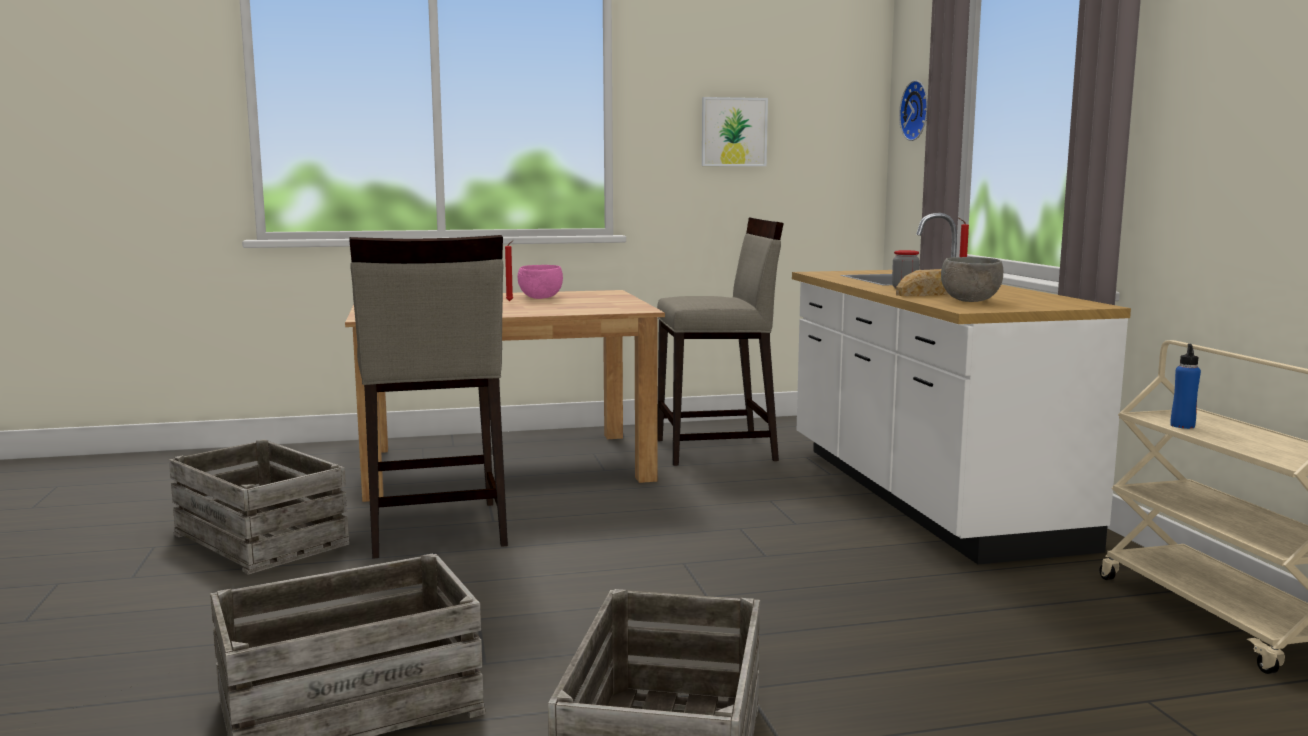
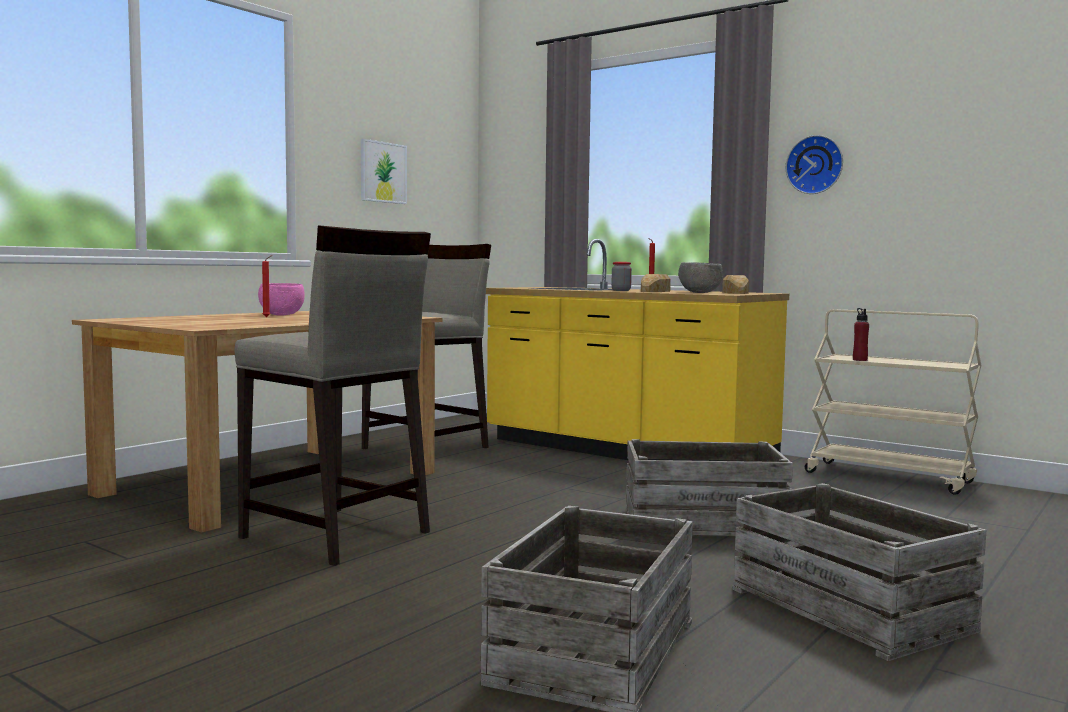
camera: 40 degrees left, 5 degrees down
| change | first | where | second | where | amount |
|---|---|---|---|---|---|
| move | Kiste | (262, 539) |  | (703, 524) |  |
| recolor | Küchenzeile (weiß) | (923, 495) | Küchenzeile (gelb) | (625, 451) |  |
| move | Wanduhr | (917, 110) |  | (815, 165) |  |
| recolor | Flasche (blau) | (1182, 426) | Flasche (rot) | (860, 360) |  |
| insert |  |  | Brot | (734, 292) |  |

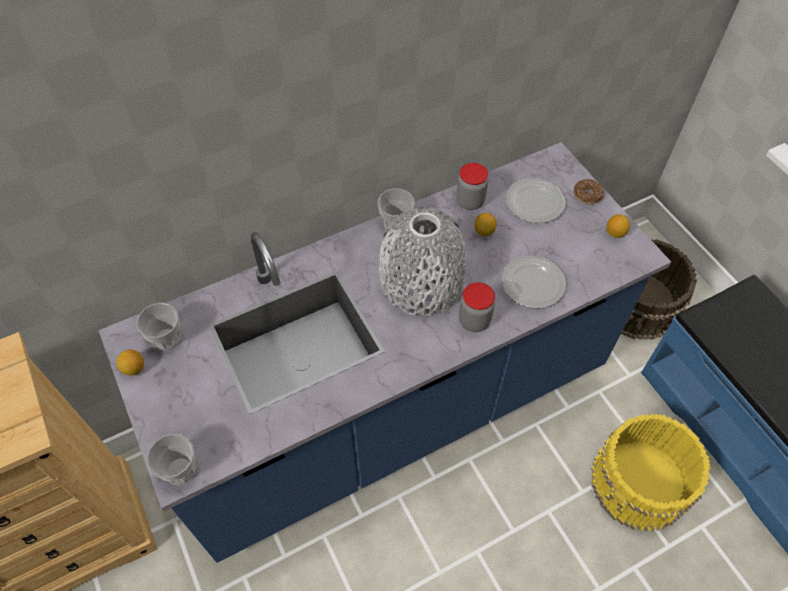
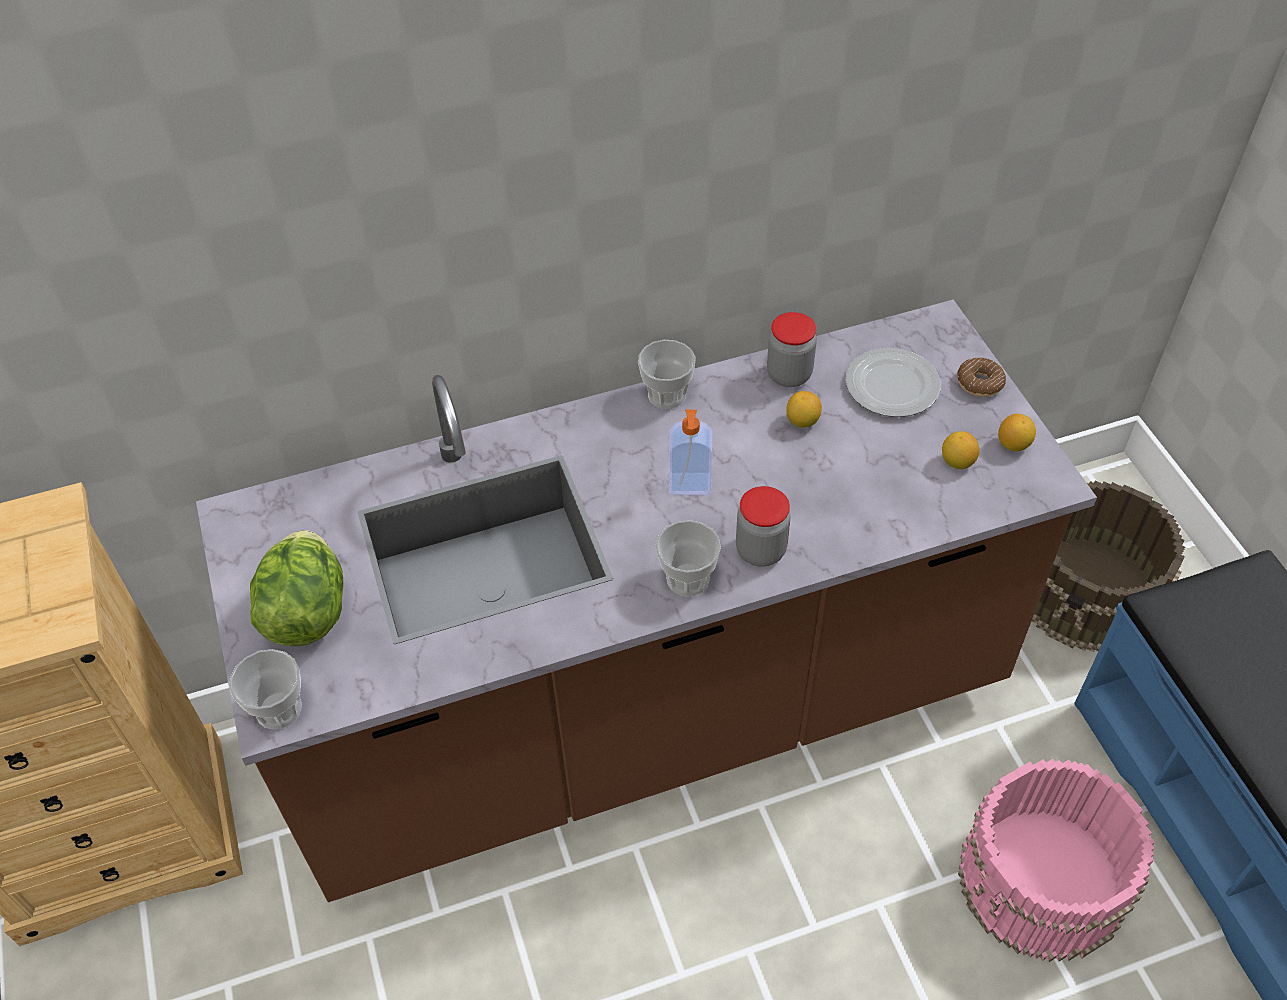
camera: 10 degrees right, 5 degrees down
| change | first | where | second | where | amount |
|---|---|---|---|---|---|
| recolor | Küchenzeile (blau) | (394, 410) | Küchenzeile (braun) | (649, 712) |  |
| move | Zitrone | (134, 368) |  | (957, 462) |  |
| move | Tasse | (167, 338) |  | (687, 579) |  |
| replace | Vase (grau) | (421, 282) | Seifenspender | (690, 485) |  |
| delete | Teller | (533, 283) |  |  |  |
| recolor | Eimer (gelb) | (640, 483) | Eimer (rosa) | (1043, 881) |  |
| insert |  |  | Salatkopf | (307, 613) |  |

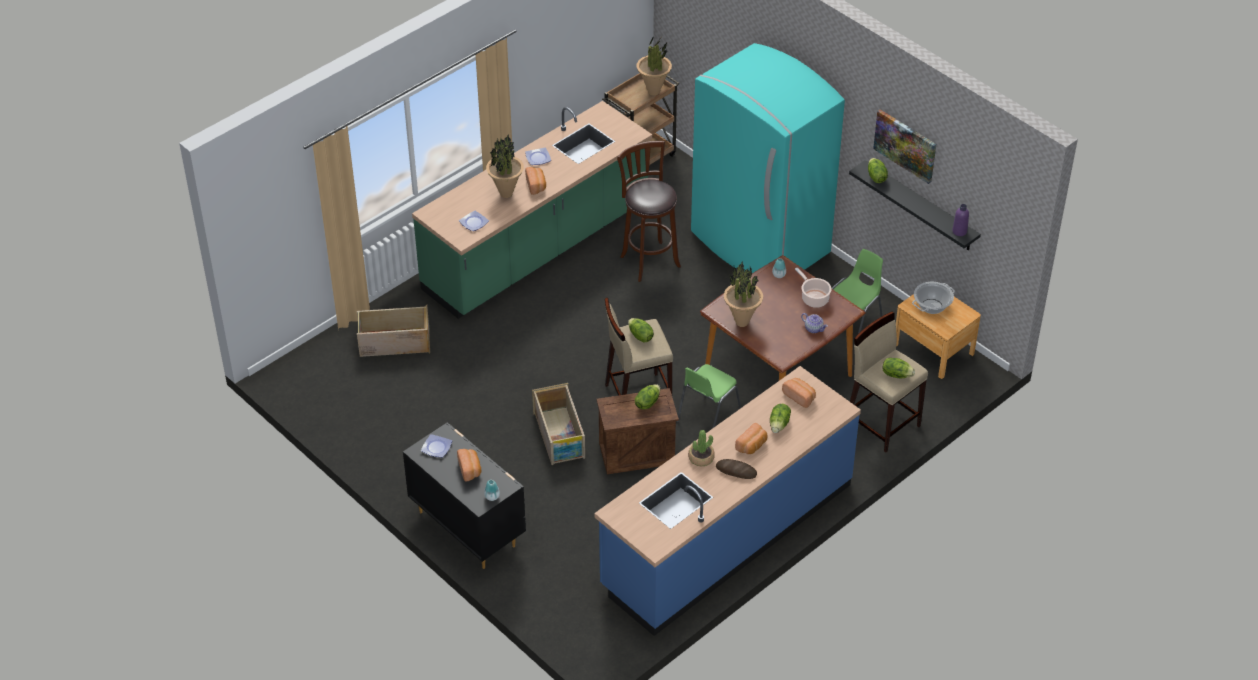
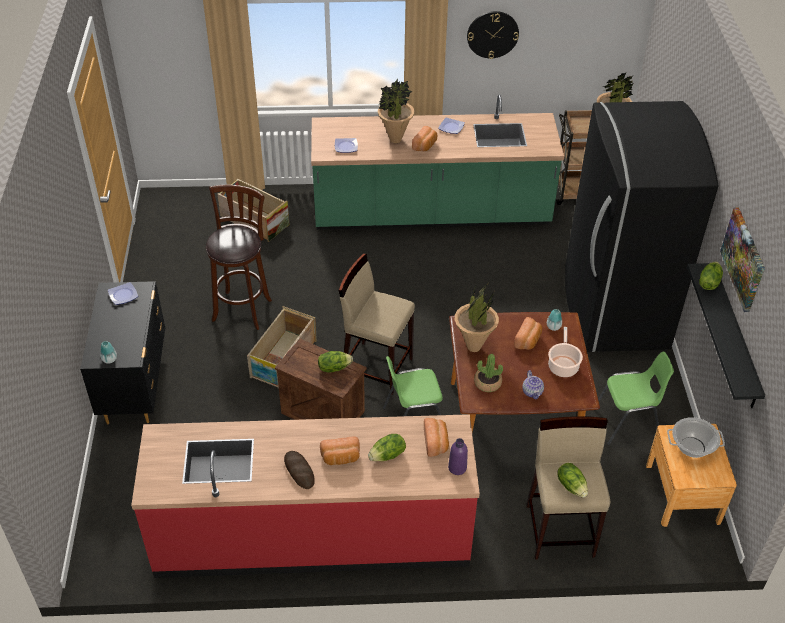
camera: 40 degrees right, 0 degrees up
| change | first | where | second | where | amount |
|---|---|---|---|---|---|
| move | Brot | (470, 469) |  | (528, 340) |  |
| recolor | Küchenzeile (blau) | (726, 535) | Küchenzeile (rot) | (313, 533) |  |
| move | Hocker (braun) | (648, 259) |  | (243, 308) |  |
| delete | Salatkopf | (640, 336) |  |  |  |
| move | Topfpflanze | (701, 458) |  | (487, 383) |  |
| recolor | Kühlschrank (türkis) | (759, 244) | Kühlschrank (schwarz) | (613, 308) |  |
| move | Flasche (lila) | (959, 231) |  | (457, 468) |  |
| insert |  |  | Wanduhr | (492, 34) |  |

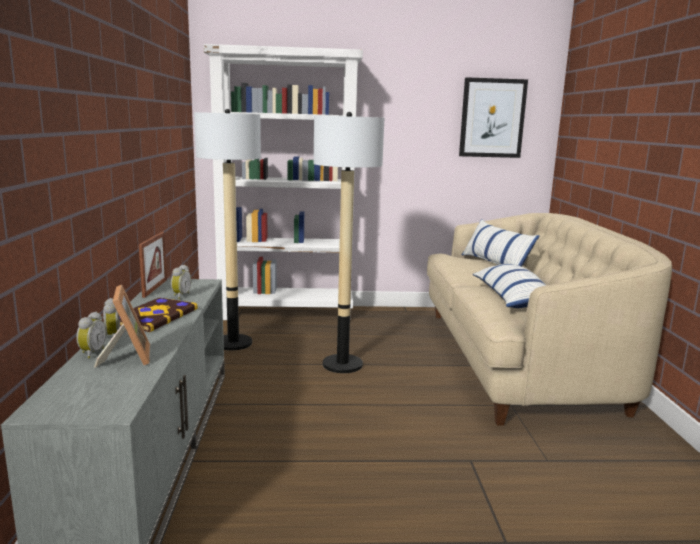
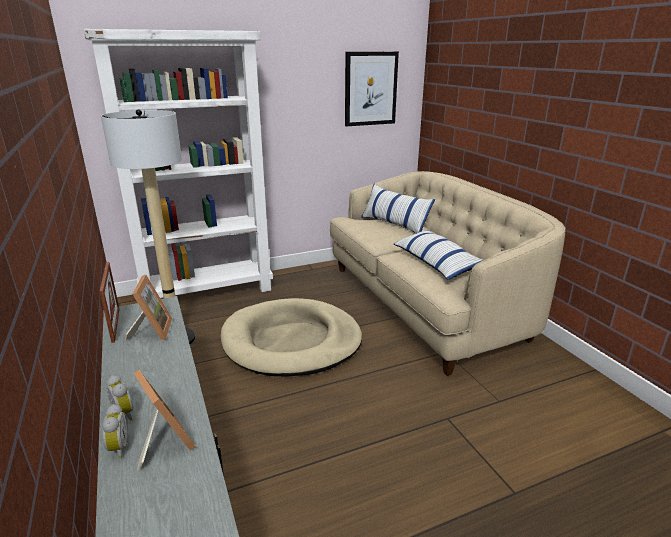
camera: 20 degrees left, 10 degrees up
| change | first | where | second | where | amount |
|---|---|---|---|---|---|
| delete | Buch | (154, 316) |  |  |  |
| replace | Wecker | (180, 296) | Bilderrahmen | (152, 330) |  |
| replace | Stehlampe | (342, 364) | Hundebett (beige) | (292, 341) |  |

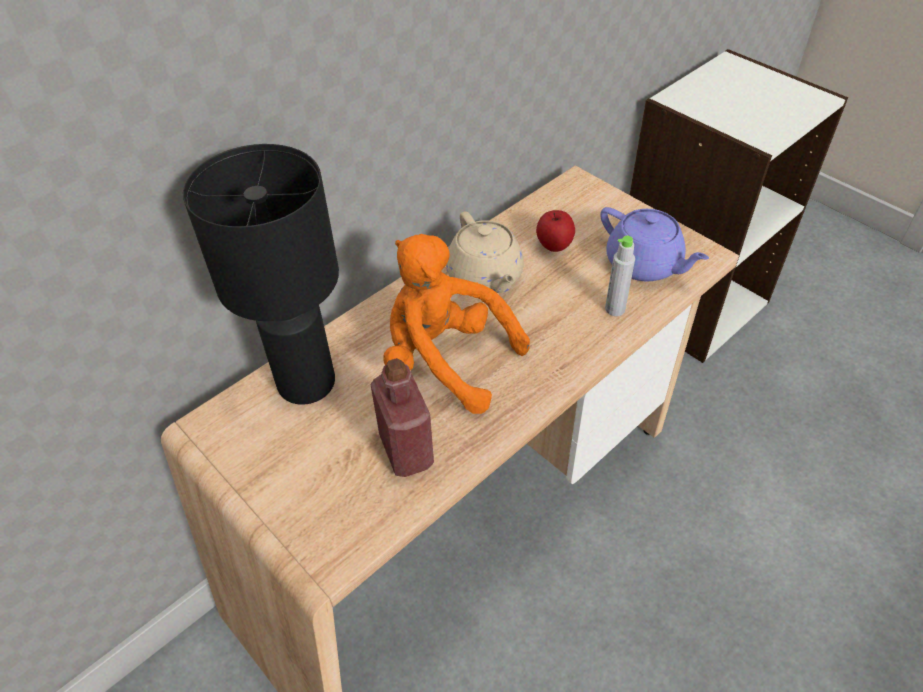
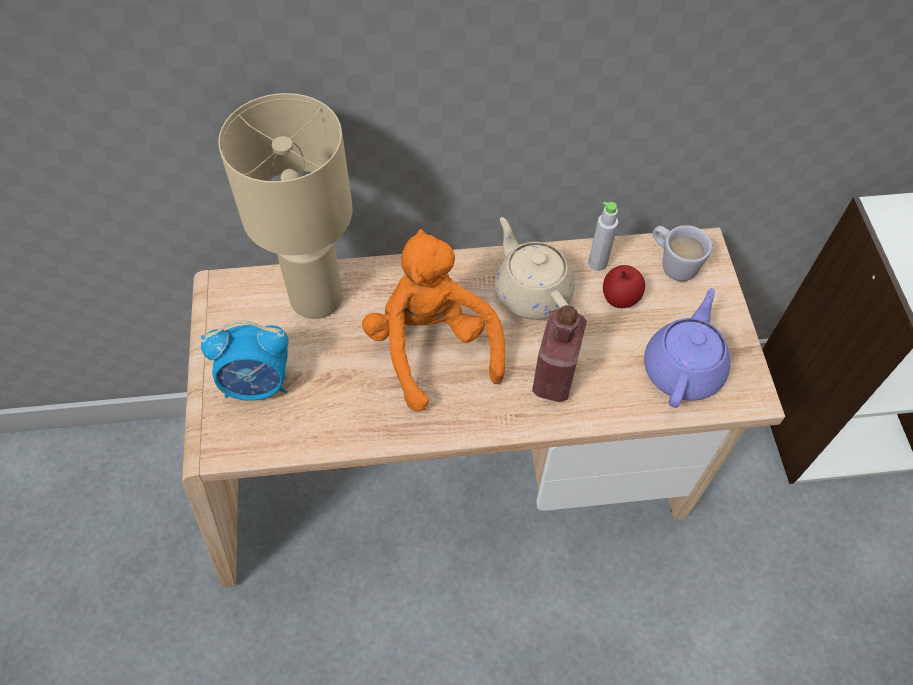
camera: 35 degrees right, 10 degrees up
| change | first | where | second | where | amount |
|---|---|---|---|---|---|
| recolor | Tischlampe (schwarz) | (305, 382) | Tischlampe (beige) | (316, 296) |  |
| move | Flasche (rot) | (406, 450) |  | (554, 377) |  |
| rotate | Teekanne (beige) | (485, 277) |  | (531, 292) | 135 degrees clockwise |
| rotate | Teekanne (lila) | (645, 264) |  | (683, 368) | 150 degrees counterclockwise |
| move | Flasche (grau) | (615, 309) |  | (597, 263) |  |
| insert |  |  | Wecker | (258, 384) |  |
| insert |  |  | Henkelbecher (weiß) | (672, 264) |  |

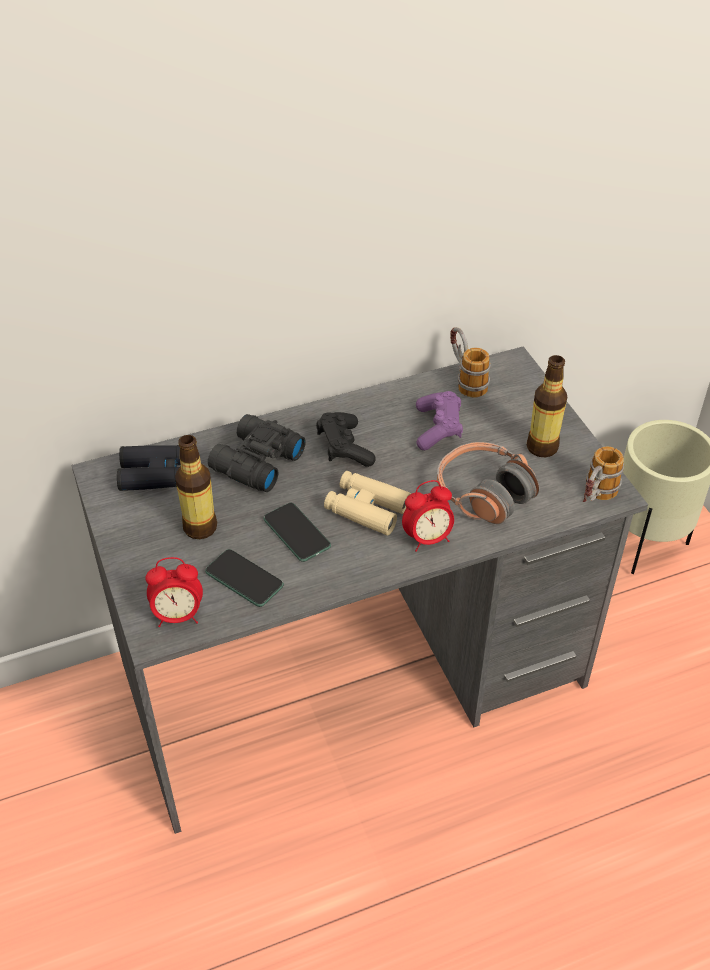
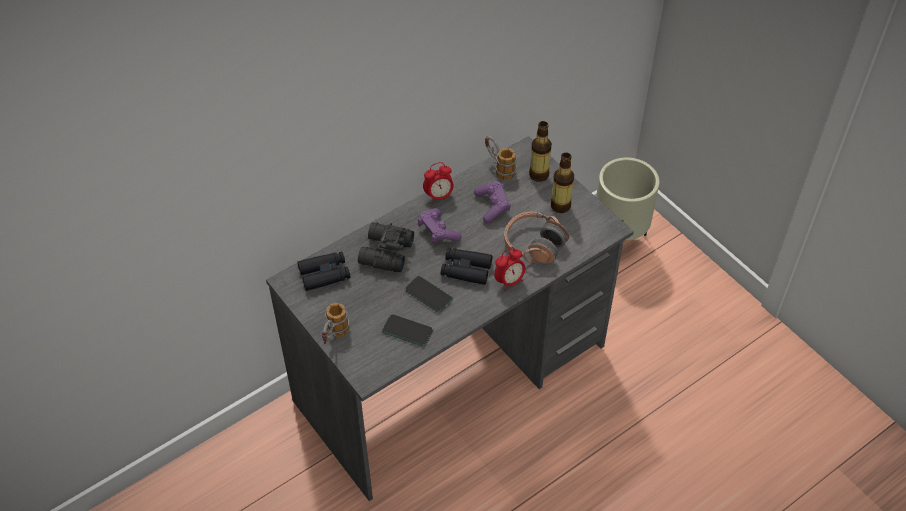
camera: 15 degrees left, 5 degrees up
| change | first | where | second | where | amount |
|---|---|---|---|---|---|
| move | Wecker | (178, 615) |  | (439, 196) |  |
| move | Flasche | (200, 527) |  | (538, 175) |  |
| recolor | Gamepad (schwarz) | (344, 448) | Gamepad (lila) | (438, 232) |  |
| recolor | Fernglas (beige) | (367, 509) | Fernglas (schwarz) | (466, 270) |  |
| move | Henkelbecher | (595, 498) |  | (334, 337) |  |

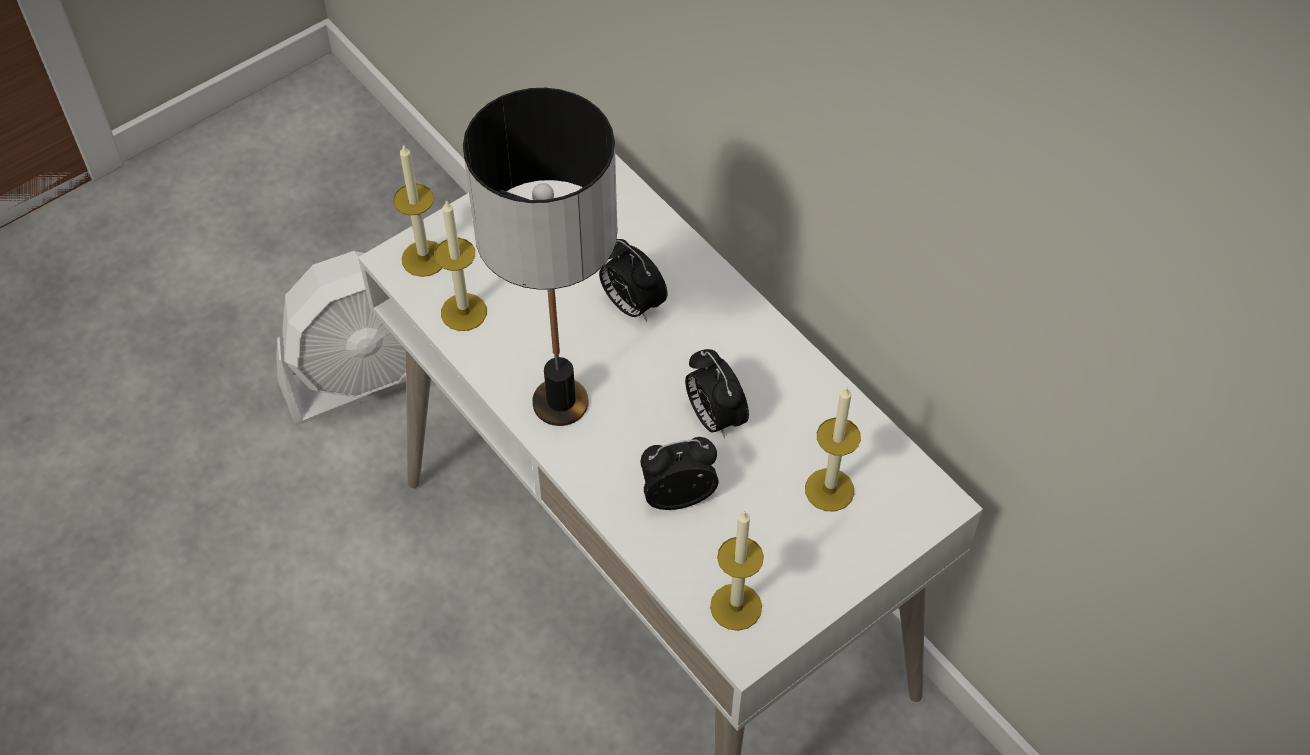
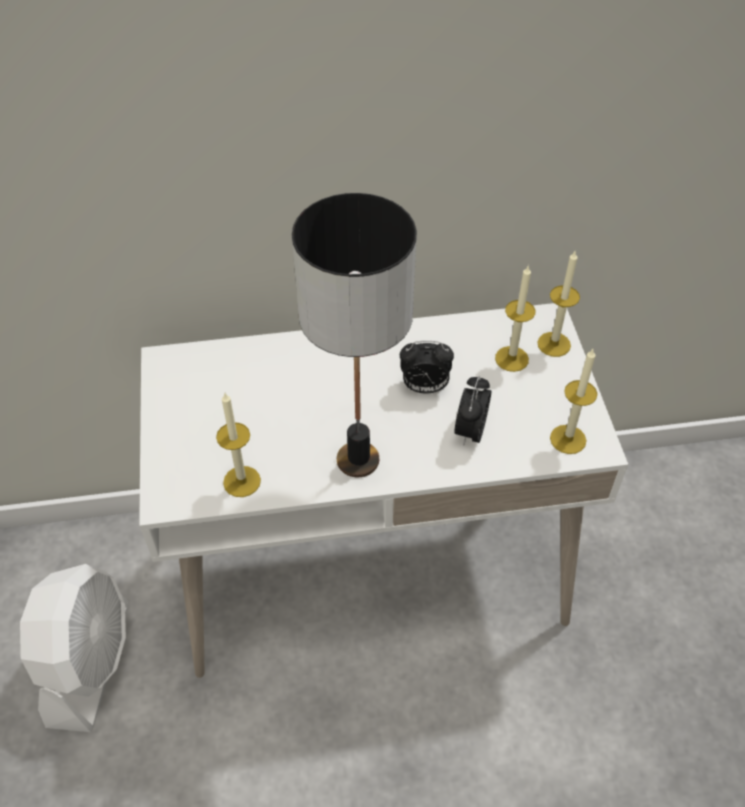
camera: 60 degrees left, 5 degrees down
| change | first | where | second | where | amount |
|---|---|---|---|---|---|
| move | Kerze | (424, 258) |  | (554, 344) |  |
| delete | Wecker | (631, 305) |  |  |  |

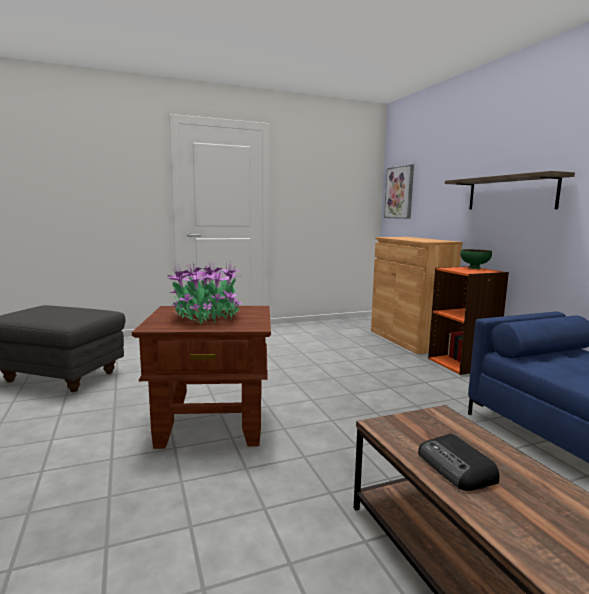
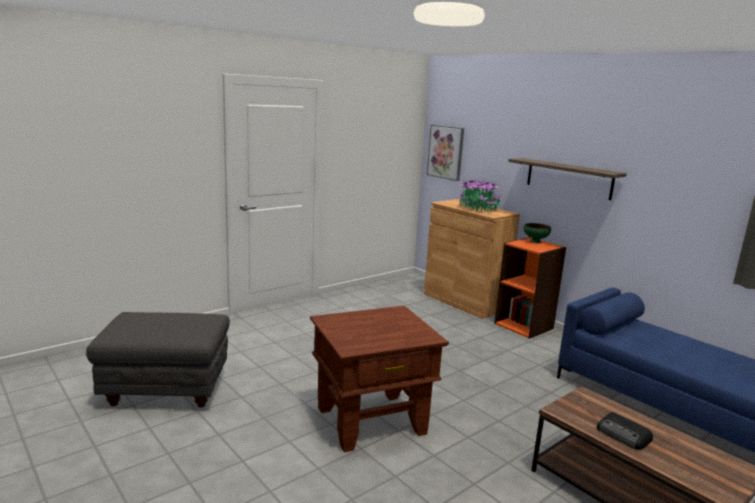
camera: 20 degrees left, 5 degrees up
| change | first | where | second | where | amount |
|---|---|---|---|---|---|
| move | Topfpflanze | (207, 316) |  | (478, 209) |  |

